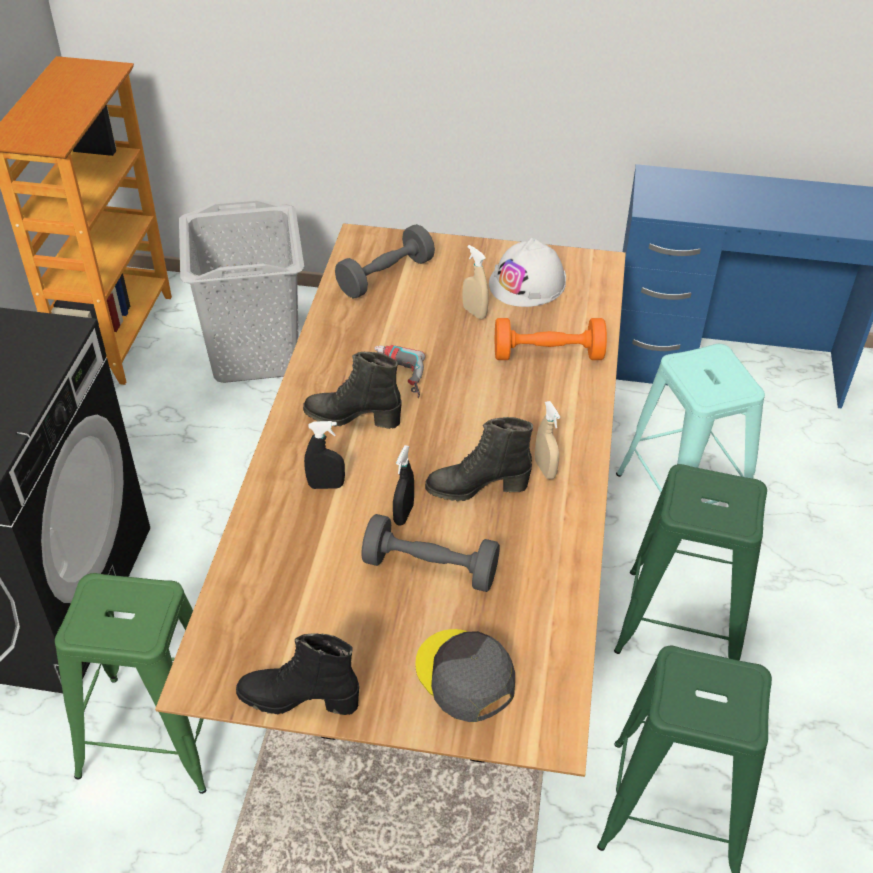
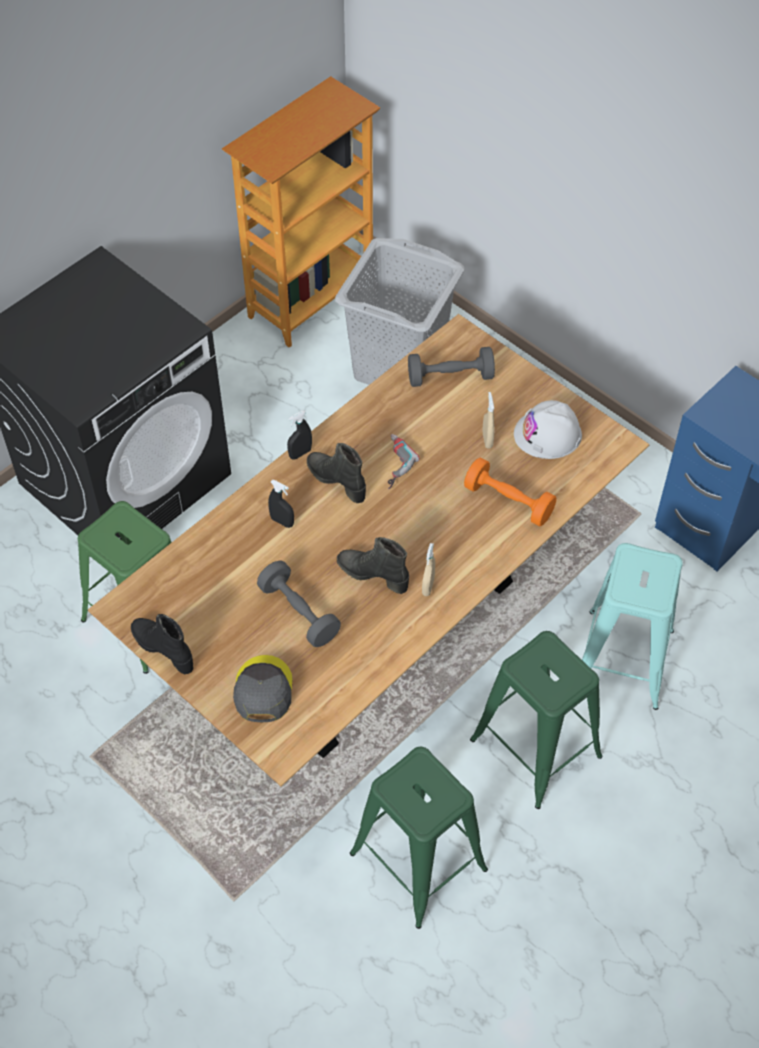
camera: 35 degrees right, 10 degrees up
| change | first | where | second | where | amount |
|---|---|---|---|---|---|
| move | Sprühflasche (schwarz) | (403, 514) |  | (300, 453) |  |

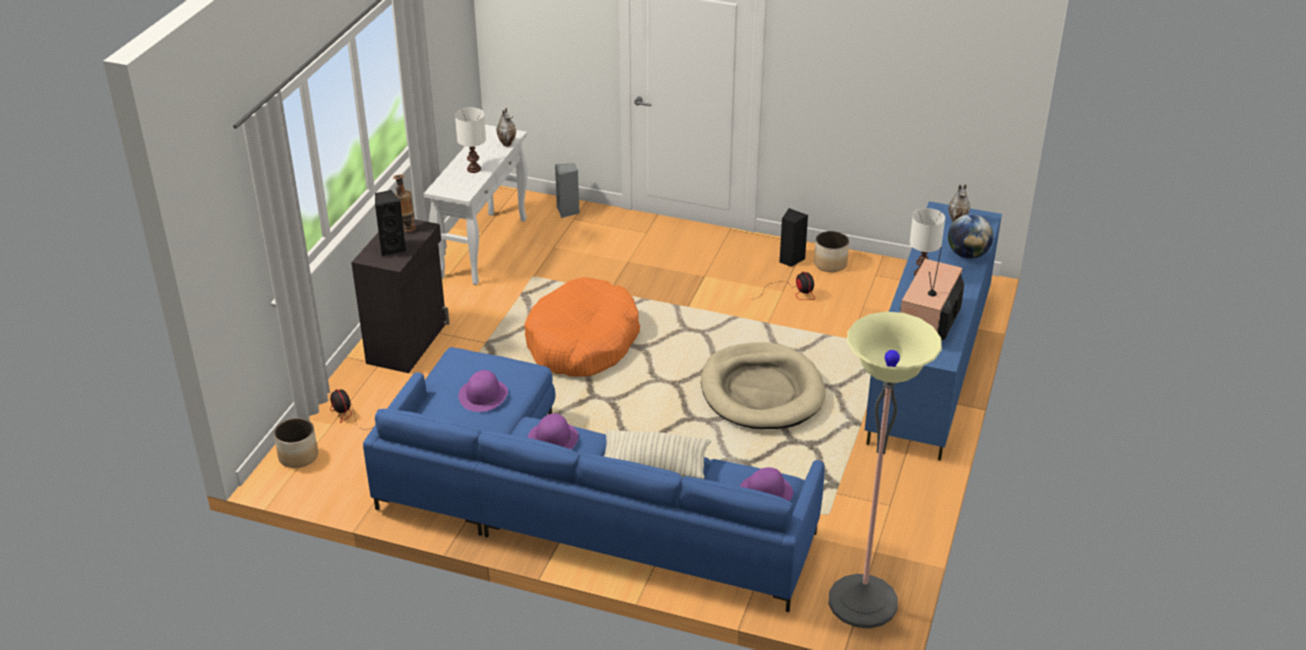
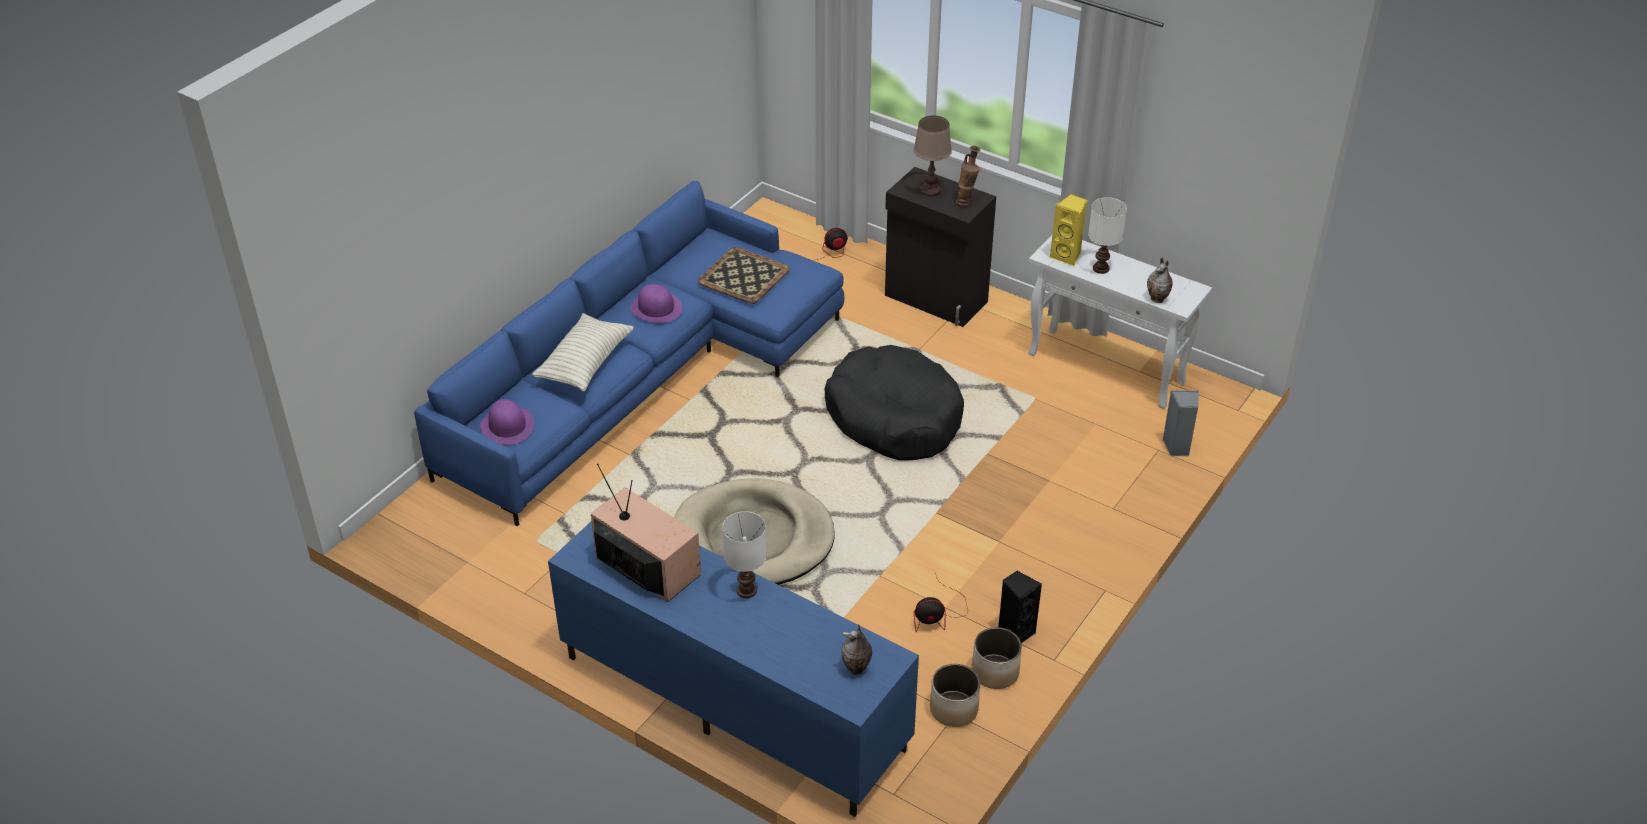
camera: 105 degrees right, 5 degrees up
| change | first | where | second | where | amount |
|---|---|---|---|---|---|
| move | Pflanzkübel | (298, 456) |  | (954, 708) |  |
| replace | Lautsprecher (schwarz) | (392, 248) | Tischlampe (braun) | (930, 190) |  |
| replace | Hut (lila) | (483, 395) | Tablett | (743, 276) |  |
| recolor | Hundebett (orange) | (582, 342) | Hundebett (schwarz) | (894, 417) |  |
| delete | Stehlampe | (863, 602) |  |  |  |
| delete | Globus | (967, 254) |  |  |  |
| insert |  |  | Lautsprecher (gelb) | (1067, 256) |  |

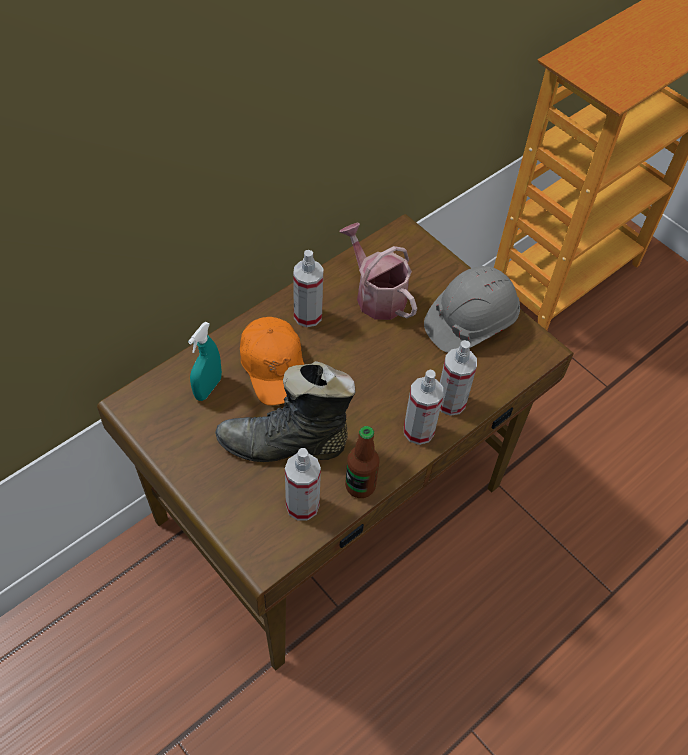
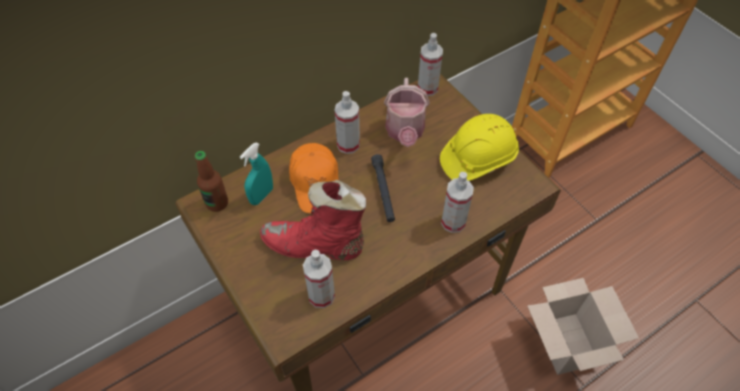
camera: 10 degrees right, 0 degrees up
| change | first | where | second | where | amount |
|---|---|---|---|---|---|
| recolor | Stiefel (schwarz) | (284, 445) | Stiefel (rot) | (314, 245) |  |
| rotate | Gießkanne | (376, 295) |  | (405, 132) | 150 degrees counterclockwise |
| move | Flasche | (360, 486) |  | (217, 203) |  |
| move | Sprühflasche | (418, 431) |  | (427, 88) |  |
| recolor | Schutzhelm (grau) | (470, 322) | Schutzhelm (gelb) | (477, 159) |  |
| insert |  |  | Taschenlampe (schwarz) | (383, 191) |  |
| insert |  |  | Karton | (568, 345) |  |

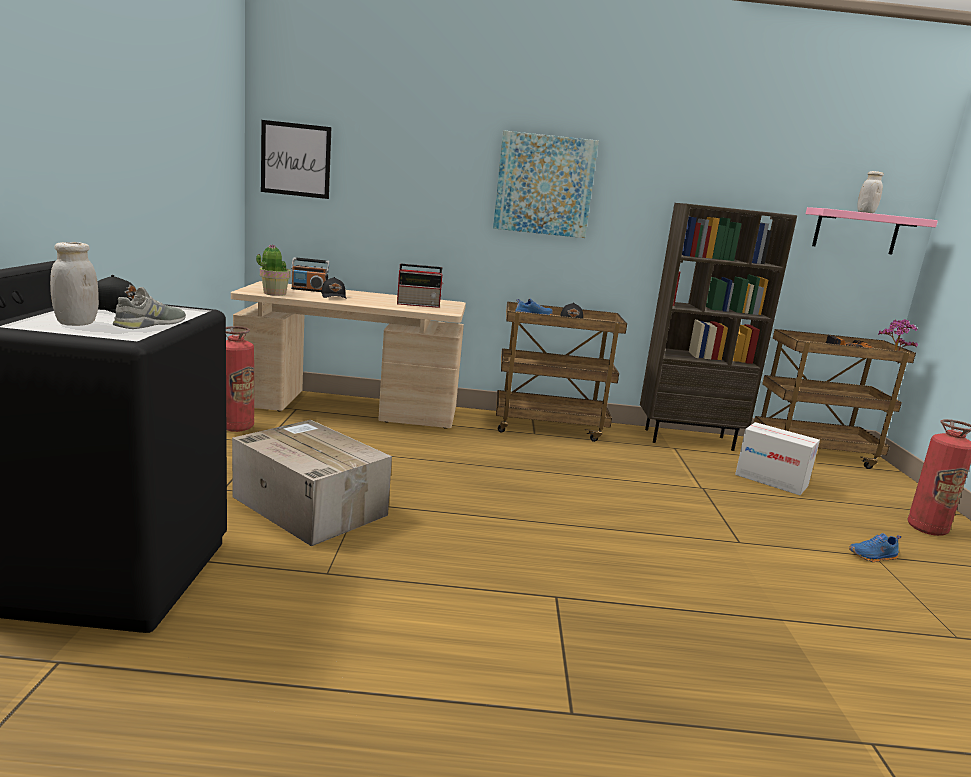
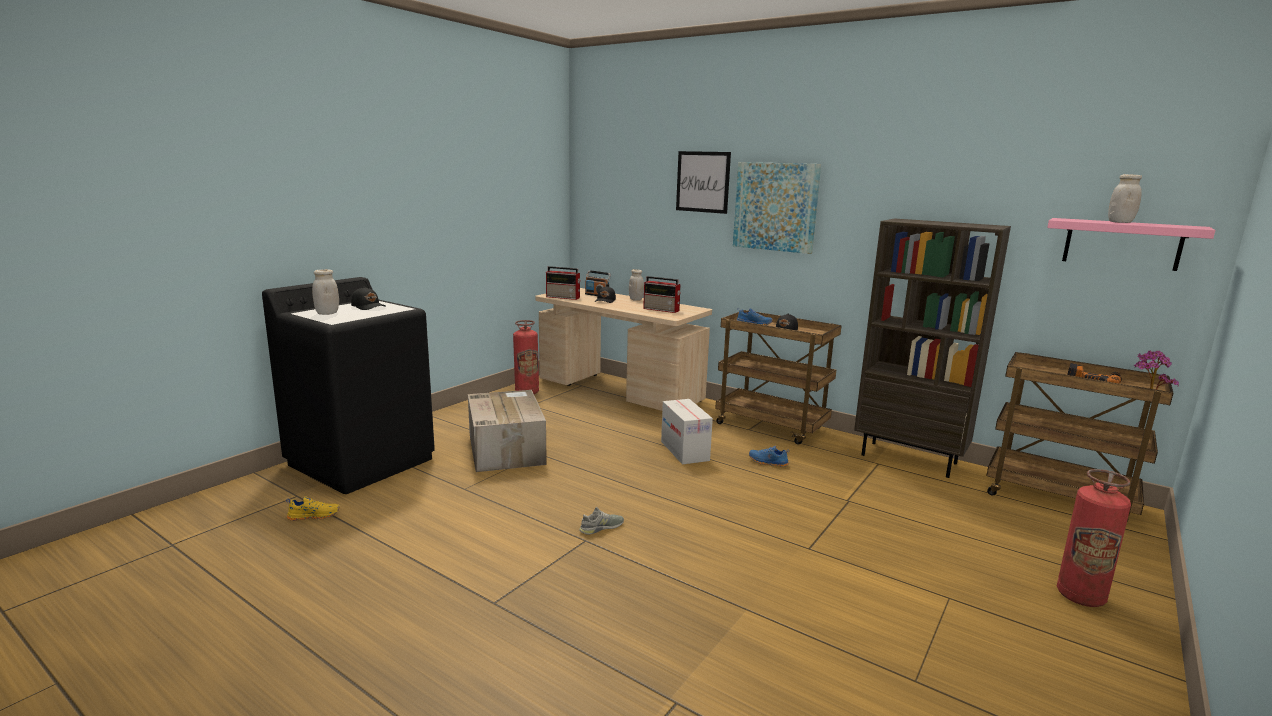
camera: 35 degrees right, 0 degrees up
| change | first | where | second | where | amount |
|---|---|---|---|---|---|
| move | Schuh (grau) | (150, 324) |  | (601, 527) |  |
| replace | Topfpflanze | (274, 293) | Radio | (564, 297) |  |
| move | Bild | (296, 160) |  | (703, 182) |  |
| move | Karton | (771, 480) |  | (684, 451) |  |
| move | Schuh (blau) | (873, 557) |  | (768, 462) |  |
| insert |  |  | Schuh (gelb) | (314, 516) |  |
| insert |  |  | Vorratsglas (weiß) | (636, 299) |  |

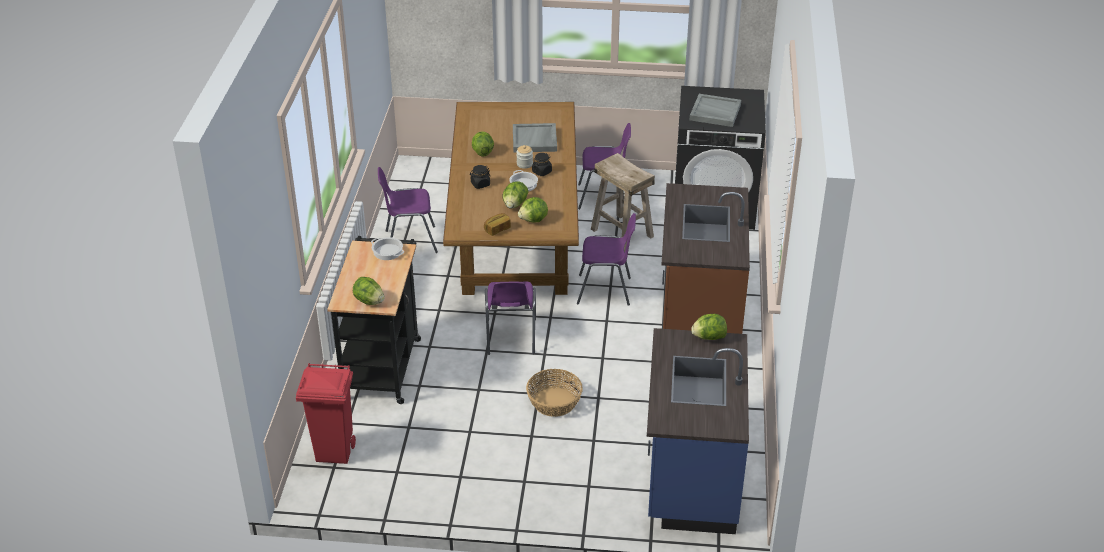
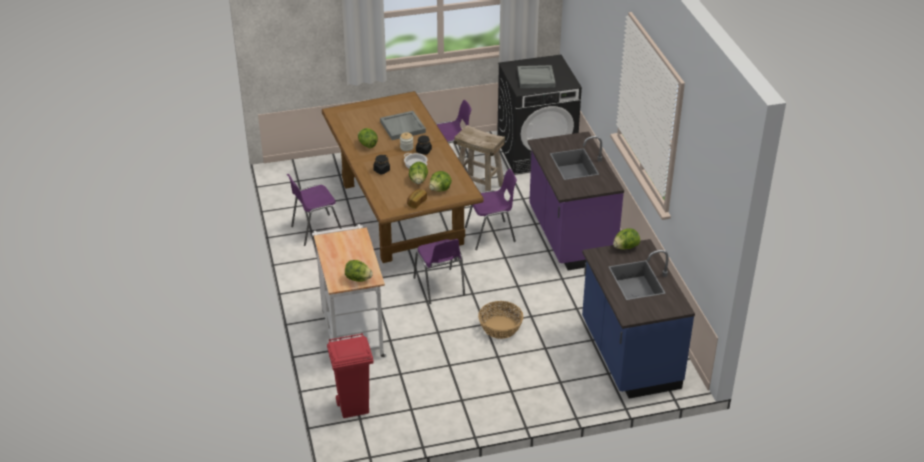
camera: 20 degrees left, 0 degrees up
| change | first | where | second | where | amount |
|---|---|---|---|---|---|
| recolor | Rollwagen (schwarz) | (383, 364) | Rollwagen (weiß) | (351, 331) |  |
| delete | Kochtopf | (387, 252) |  |  |  |
| recolor | Küchenzeile (braun) | (698, 313) | Küchenzeile (lila) | (569, 236) |  |

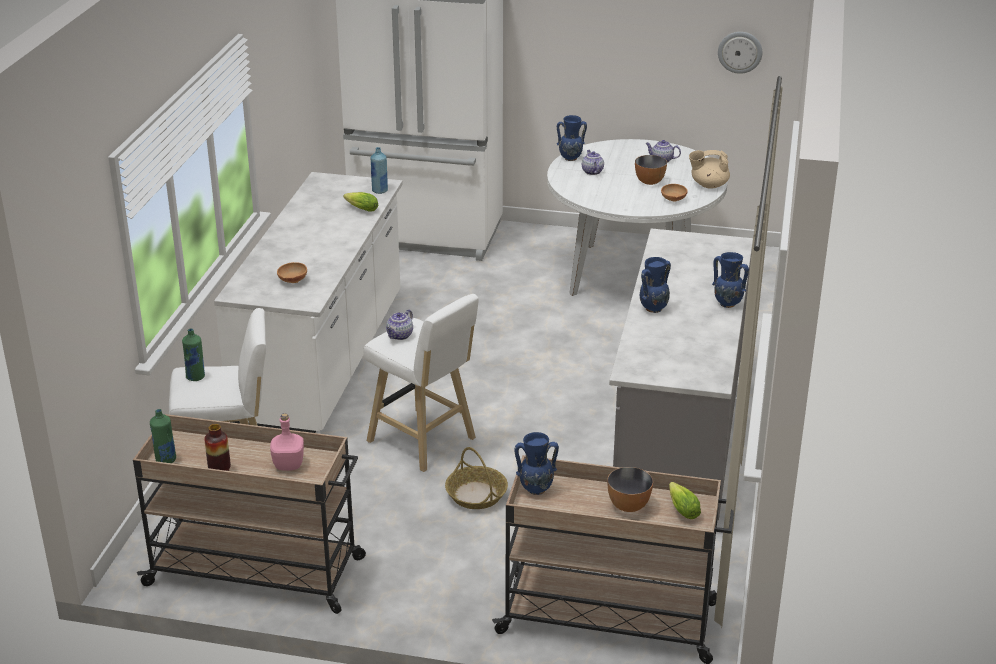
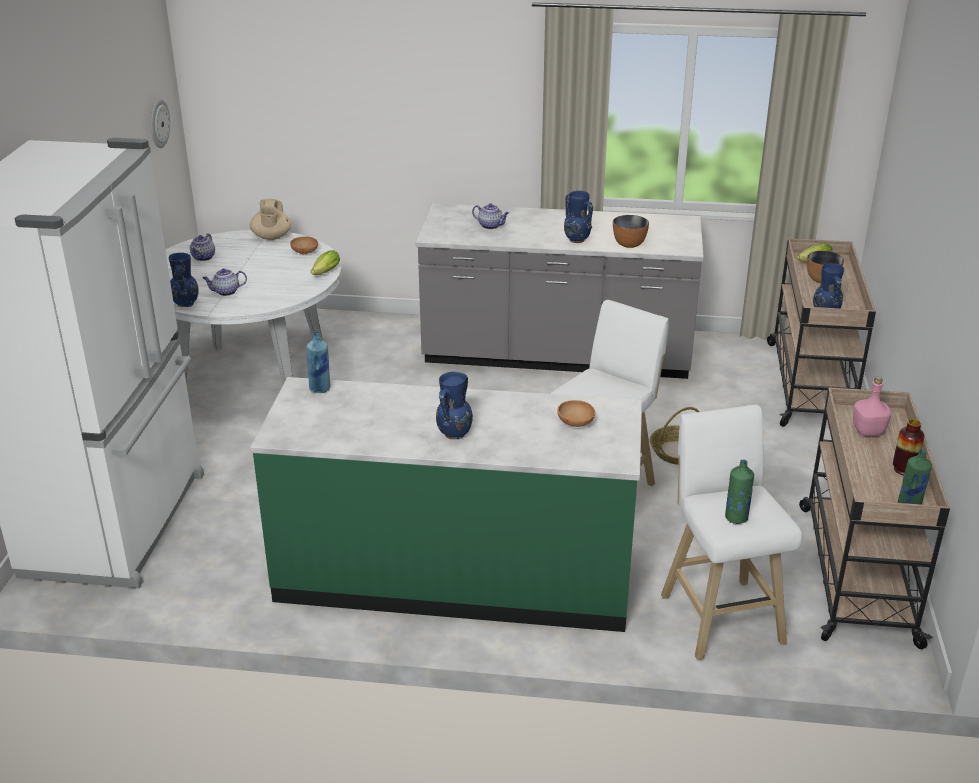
camera: 95 degrees left, 0 degrees up
| change | first | where | second | where | amount |
|---|---|---|---|---|---|
| recolor | Küchenzeile (weiß) | (324, 363) | Küchenzeile (grün) | (455, 576) |  |
| move | Salatkopf | (360, 209) |  | (324, 273) |  |
| move | Teekanne | (400, 336) |  | (491, 226) |  |
| move | Schüssel | (649, 182) |  | (629, 245) |  |
| move | Vase (blau) | (727, 304) |  | (454, 434) |  |

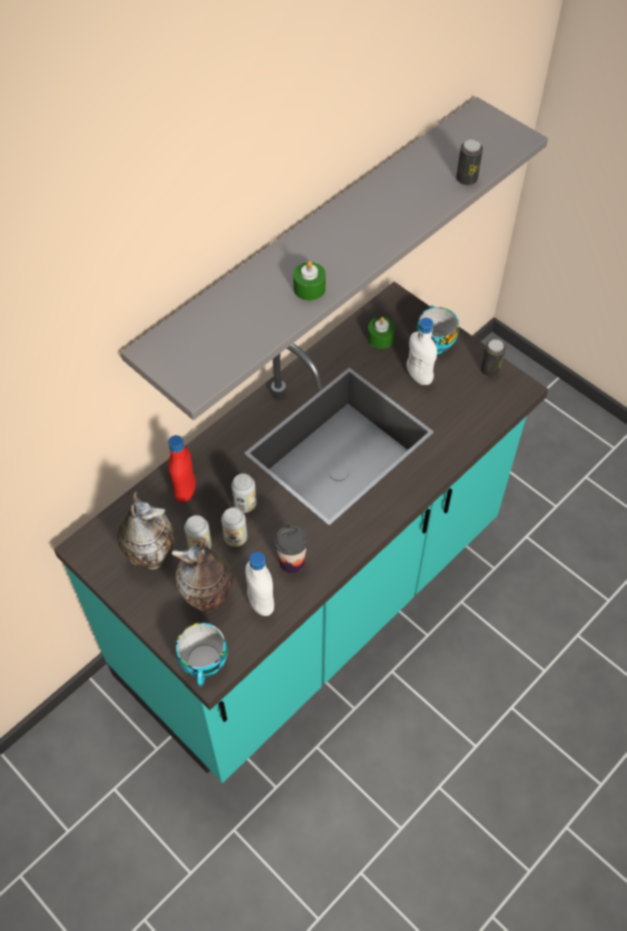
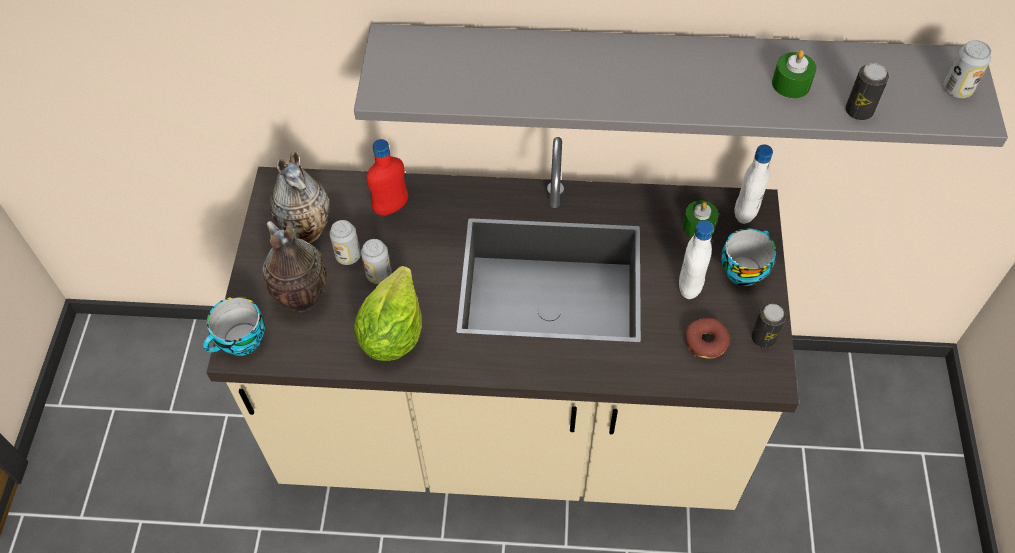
camera: 50 degrees right, 0 degrees up
| change | first | where | second | where | amount |
|---|---|---|---|---|---|
| recolor | Küchenzeile (türkis) | (313, 602) | Küchenzeile (beige) | (510, 429) |  |
| move | Dose | (245, 504) |  | (957, 89) |  |
| move | Flasche (weiß) | (261, 603) |  | (745, 212) |  |
| replace | Tasse | (292, 562) | Salatkopf | (392, 332) |  |
| move | Kerze (grün) | (309, 288) |  | (791, 84) |  |
| insert |  |  | Donut | (706, 342) |  |

